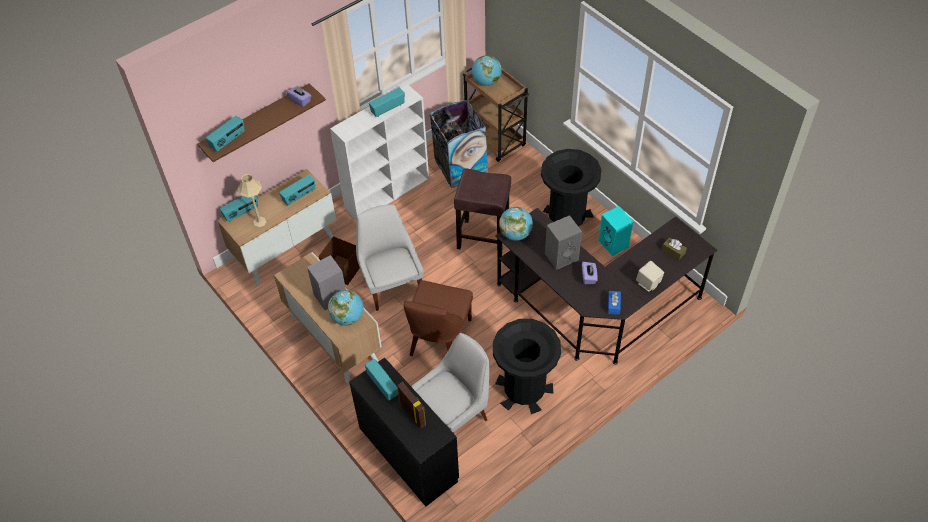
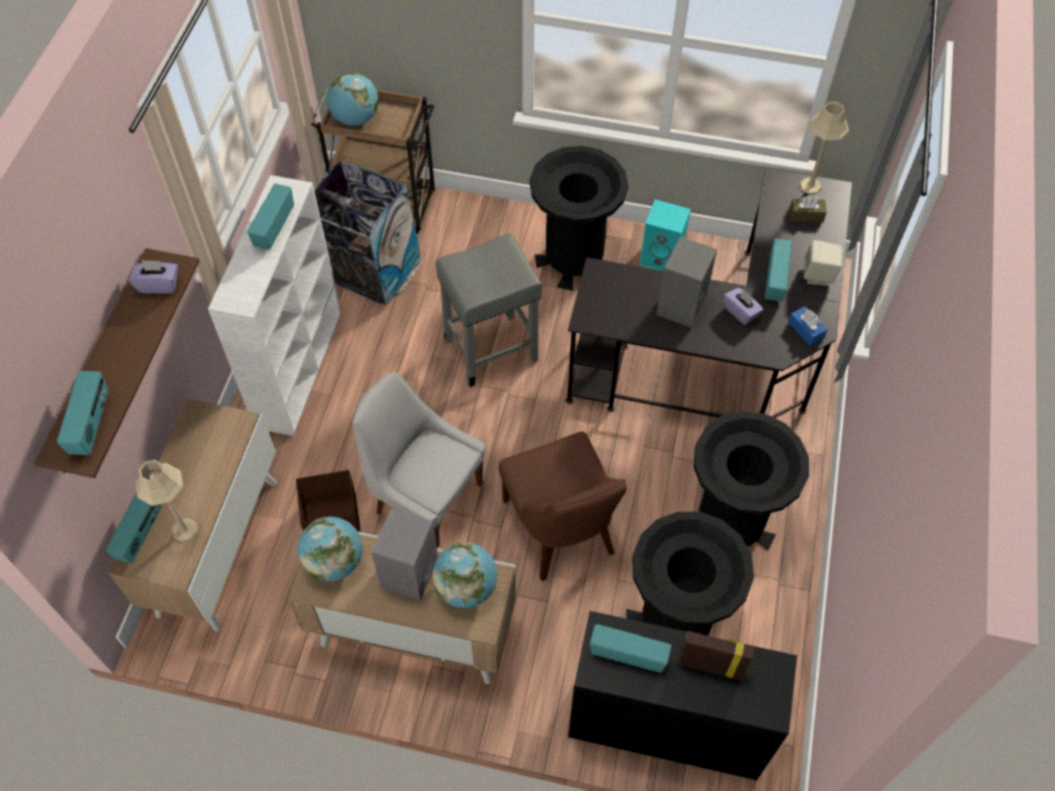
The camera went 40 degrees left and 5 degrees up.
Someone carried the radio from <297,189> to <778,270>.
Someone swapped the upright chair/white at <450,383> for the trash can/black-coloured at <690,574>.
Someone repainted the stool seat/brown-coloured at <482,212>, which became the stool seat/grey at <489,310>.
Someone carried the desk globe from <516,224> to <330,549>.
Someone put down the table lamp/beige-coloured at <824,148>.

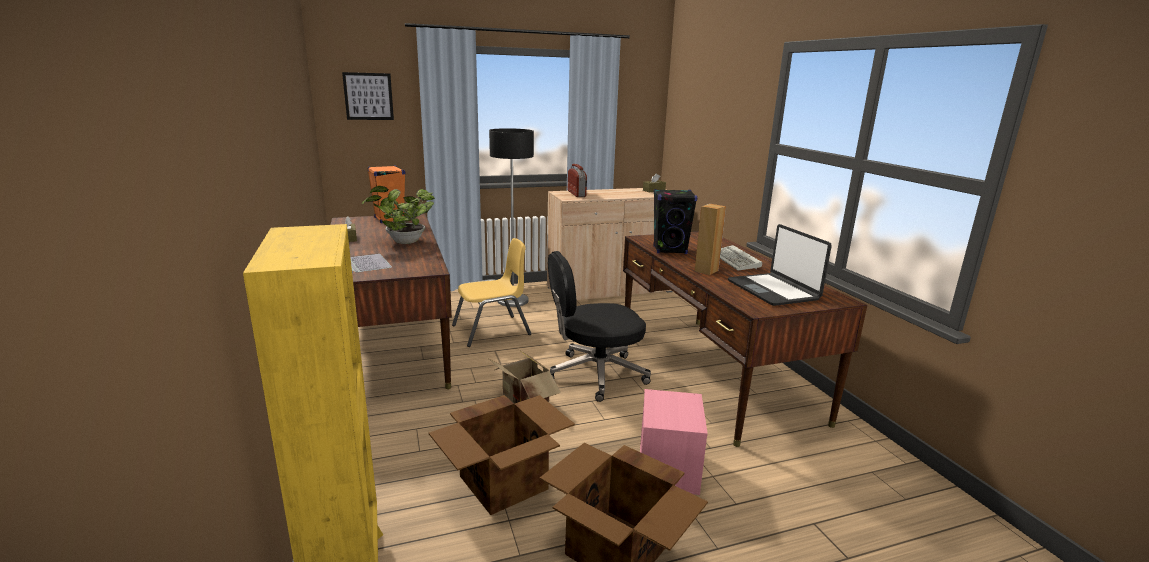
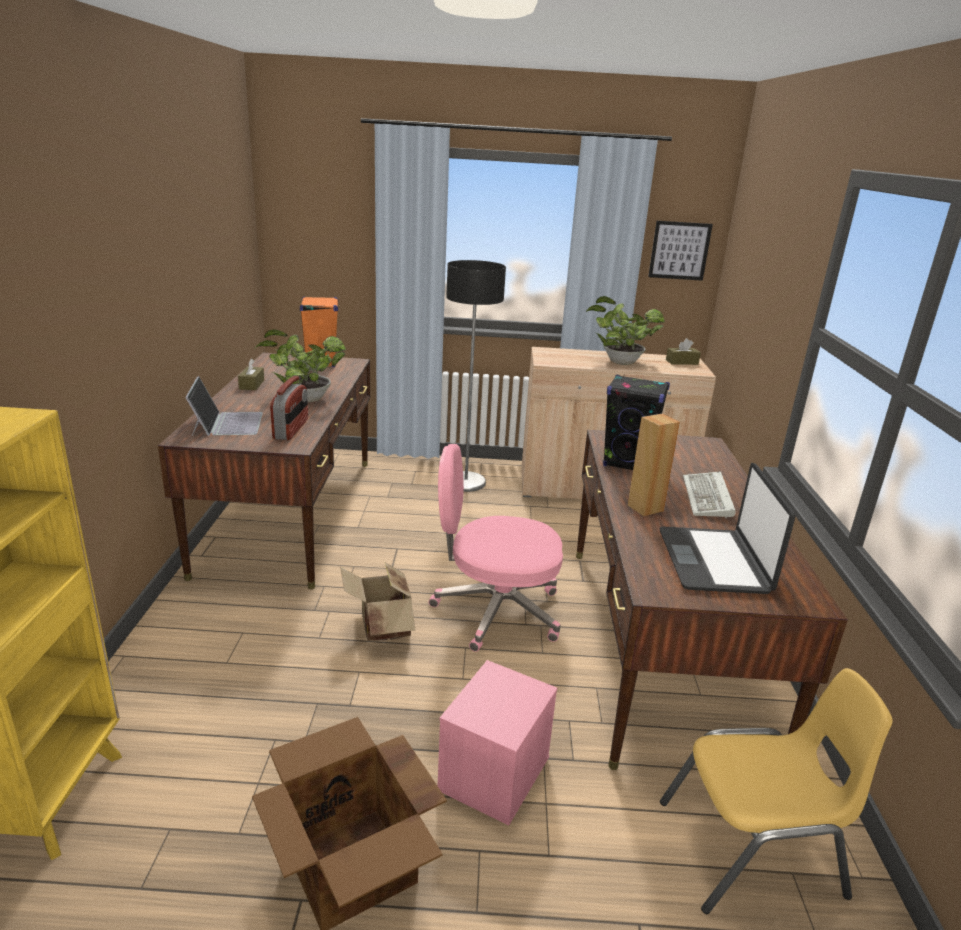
The camera went 20 degrees right and 5 degrees up.
Someone carried the wall art from <368,96> to <680,251>.
Someone took away the carton at <502,455>.
Someone carried the upright chair/yellowish from <491,292> to <776,791>.
Someone repainted the computer chair/black-coloured at <599,326>, which became the computer chair/pinkish at <496,548>.
Someone carried the radio from <577,180> to <289,408>.
Someone put down the potted plant at <625,330>.

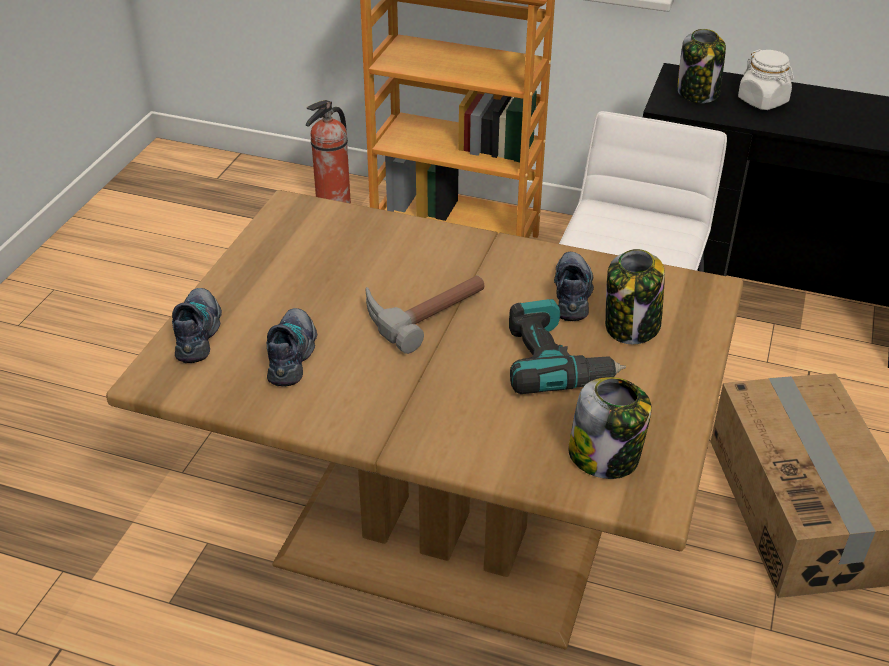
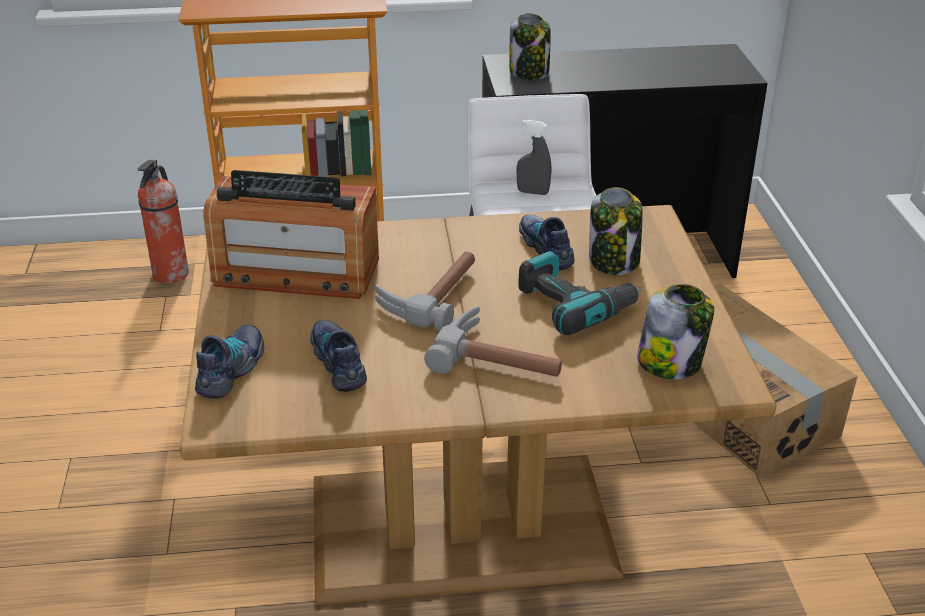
The camera went 25 degrees left and 5 degrees down.
Someone rotated the low shoe at <197,325> by 45 degrees clockwise.
Someone took away the preserve jar/white at <766,79>.
Someone put down the radio at <291,234>.
Someone put down the hand hammer at <493,341>.
Someone put down the spray bottle/grey at <534,157>.

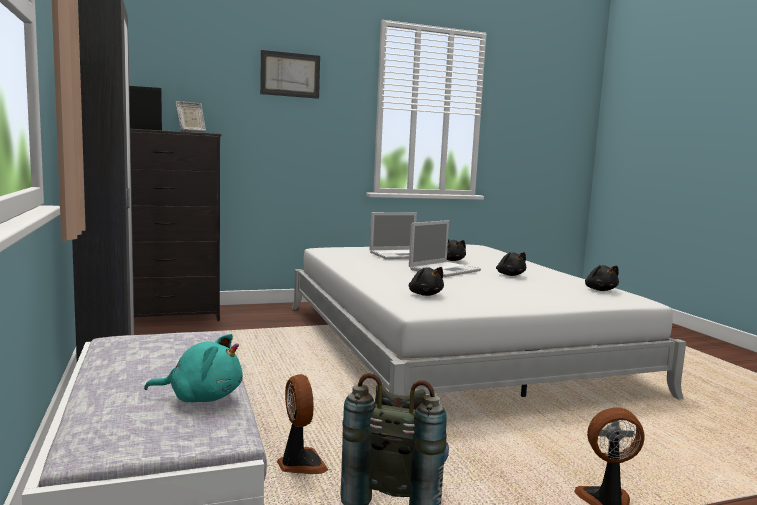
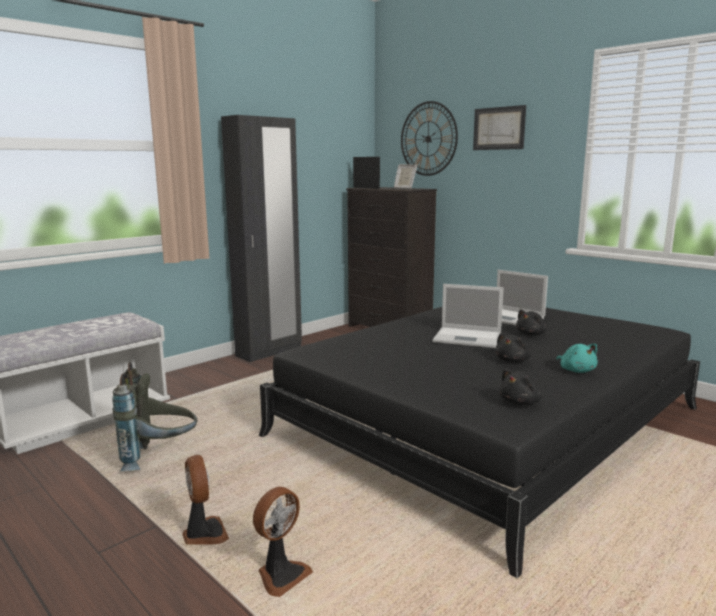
The camera went 65 degrees right and 5 degrees up.
Someone carried the plush toy/blue-green from <193,368> to <577,358>.
Someone carried the electric fan from <302,424> to <283,542>.
Someone repainted the sleeping bed/white at <488,322>, which became the sleeping bed/black-coloured at <479,442>.
Someone took away the plush toy/black-coloured at <426,281>.
Someone put up the clock on the wall at <429,138>.

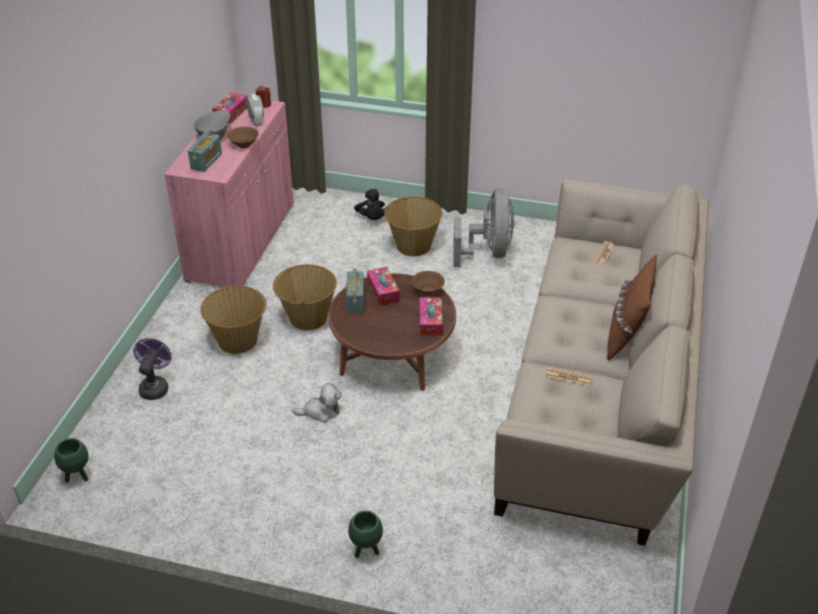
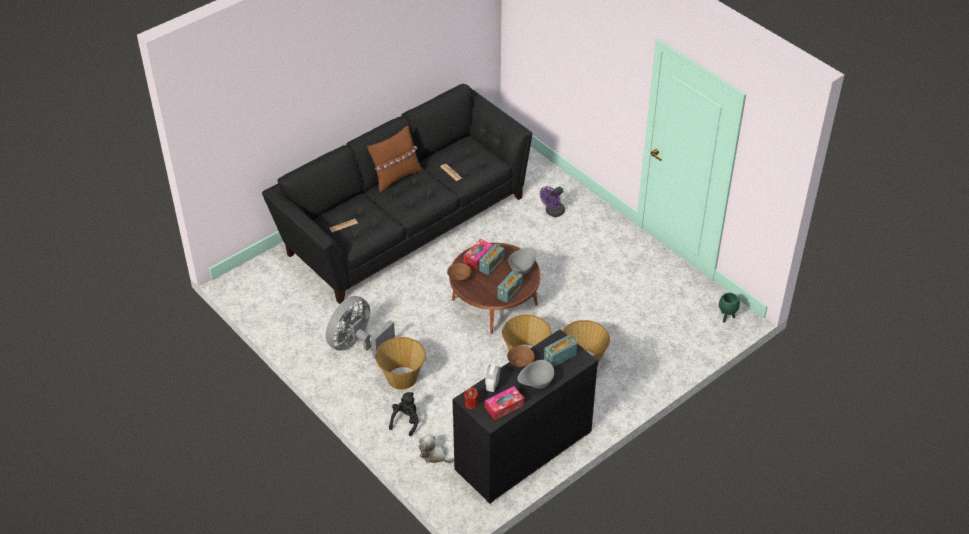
The camera went 145 degrees left and 5 degrees up.
Someone carried the electric fan/purplish from <152,369> to <552,201>.
Someone repainted the cupboard/pinkish at <229,194>, which became the cupboard/black-coloured at <525,416>.
Someone carried the plush toy from <317,403> to <436,448>.
Someone took away the plant pot/greenish at <365,534>.
Someone took away the box of tissues at <383,286>.
Someone repainted the couch/beige-coloured at <601,362>, which became the couch/black-coloured at <397,194>.
Someone put down the radio at <491,259>.
Someone put down the bowl/grey at <522,261>.

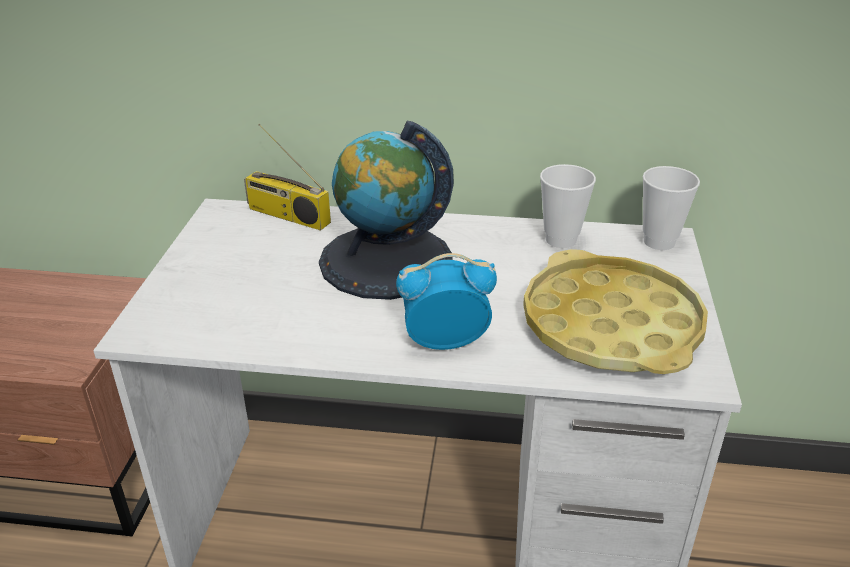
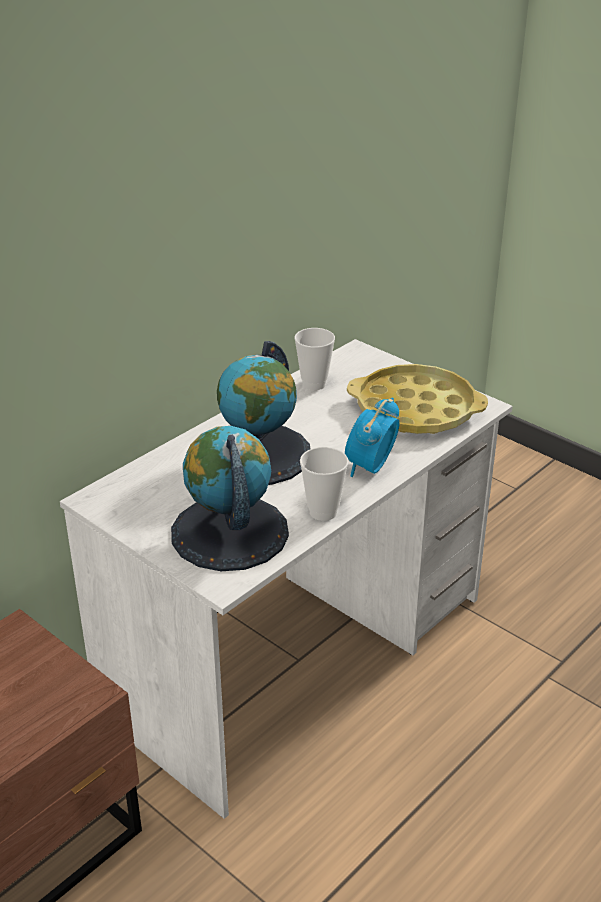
The camera went 55 degrees left and 0 degrees up.
Someone took away the radio at <287,177>.
Someone carried the cup from <671,208> to <324,484>.
Someone put down the desk globe at <230,498>.

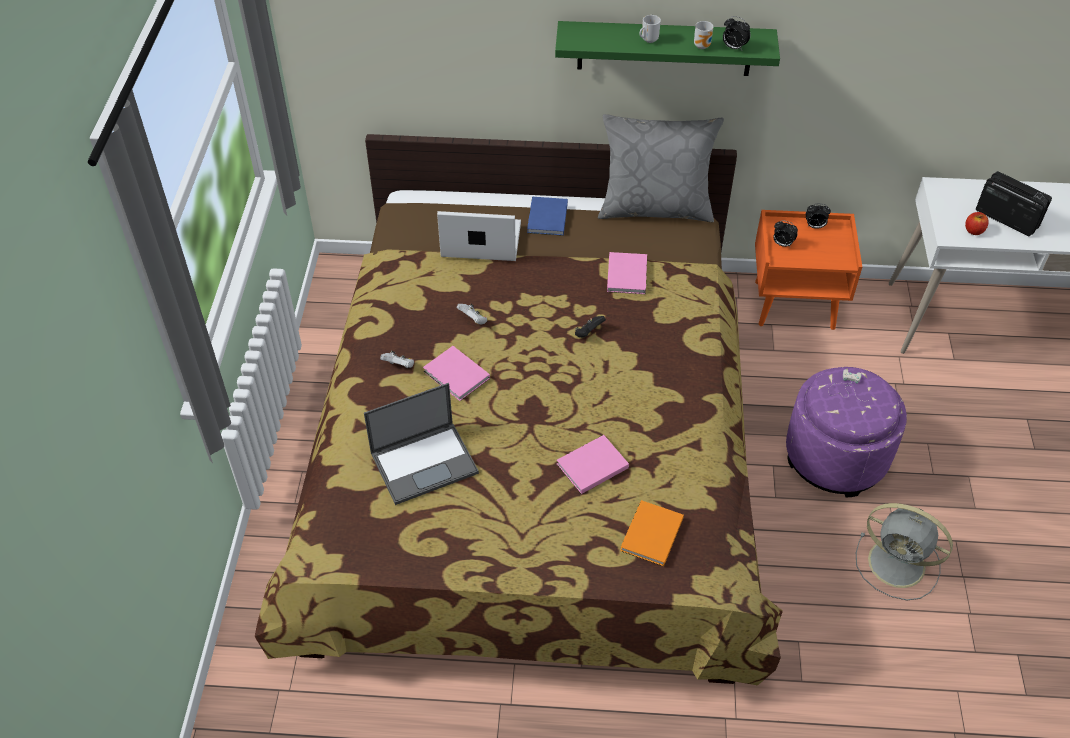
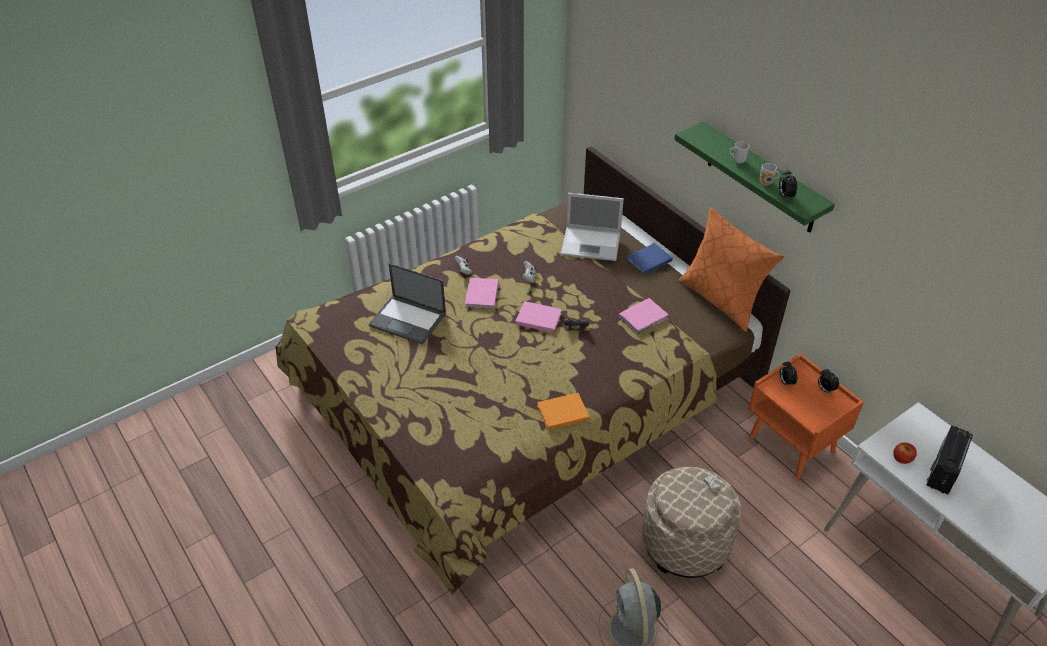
The camera went 50 degrees right and 5 degrees down.
Someone rotated the notebook computer at <479,236> by 135 degrees clockwise.
Someone carried the book/pinkish from <593,464> to <539,317>.
Someone repainted the pillow/grey at <661,168>, which became the pillow/orange-coloured at <731,269>.
Someone carried the book/orange-coloured from <652,533> to <563,411>.
Someone repainted the footrest/purplish at <846,432>, which became the footrest/beige-coloured at <691,522>.
Someone rotated the radio at <1014,203> by 150 degrees counterclockwise.

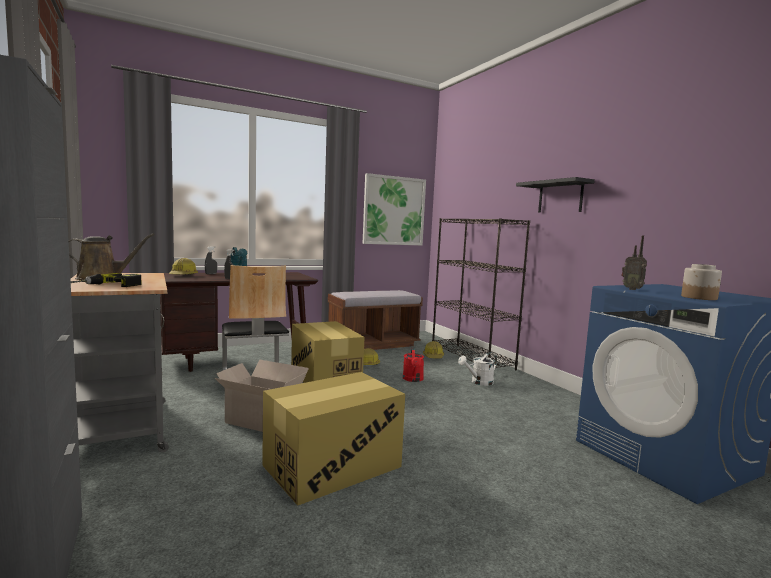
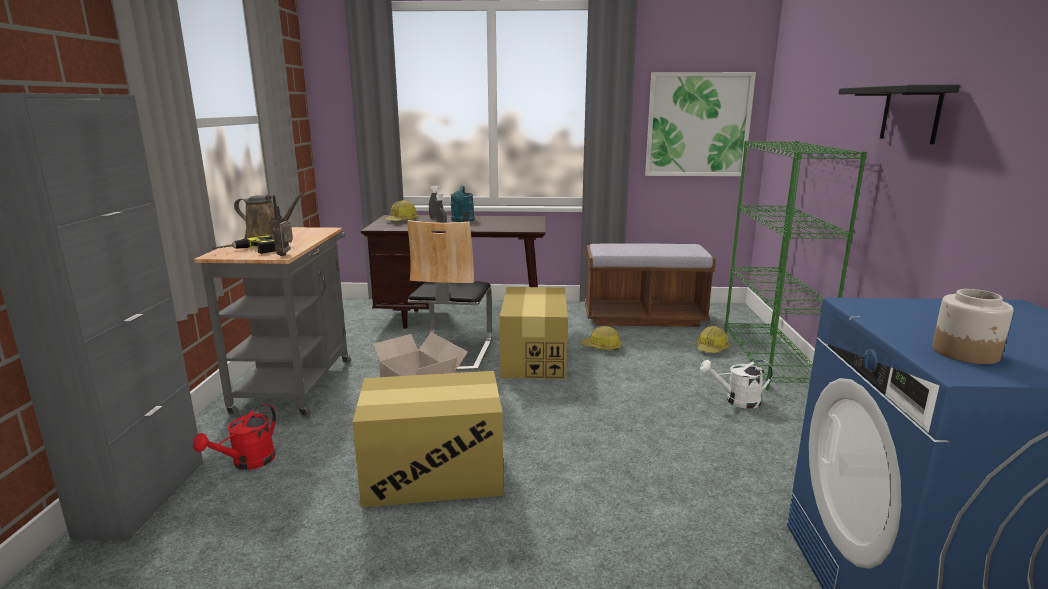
The camera went 30 degrees right and 10 degrees up.
Someone carried the watering pot/red-coloured from <413,364> to <234,436>.
Someone repainted the shelving unit/black-coloured at <481,294>, which became the shelving unit/greenish at <795,265>.
Someone carried the radio from <634,262> to <282,225>.

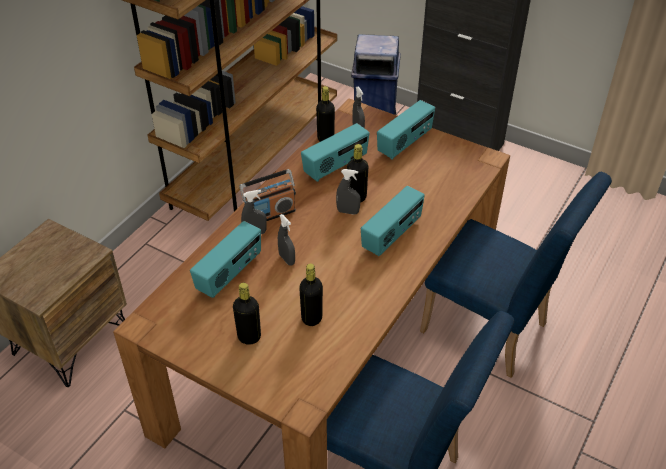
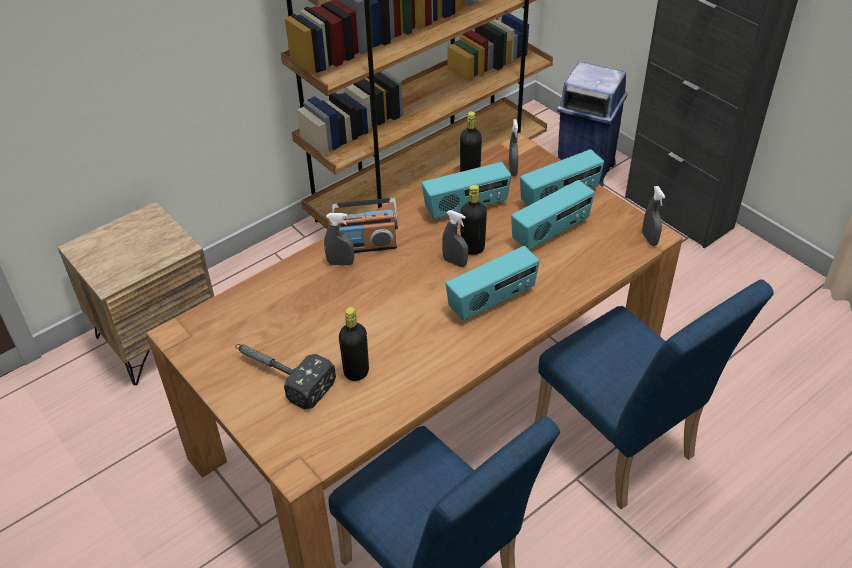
The camera went 20 degrees right and 0 degrees up.
Someone carried the radio from <225,259> to <553,215>.
Someone swapped the bottle/black-coloured at <247,314> for the hand hammer at <285,376>.
Someone carried the spray bottle/grey from <286,240> to <653,216>.

